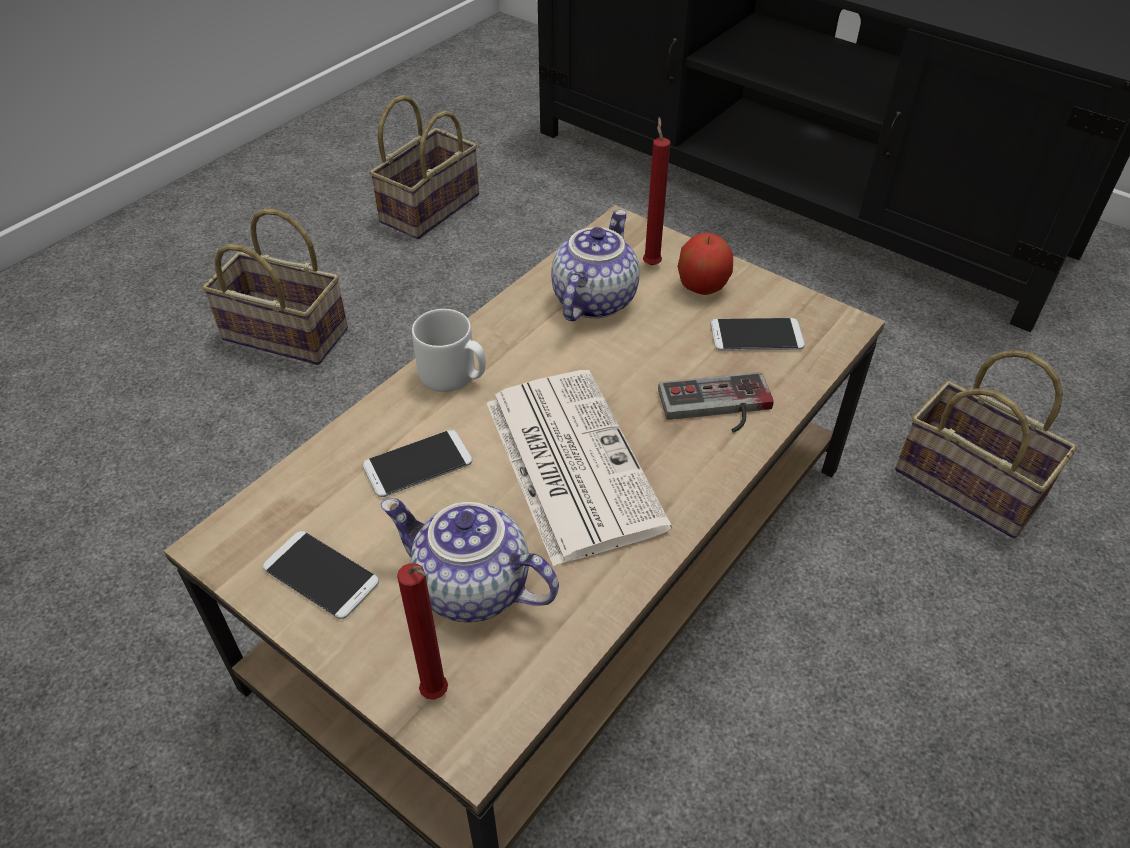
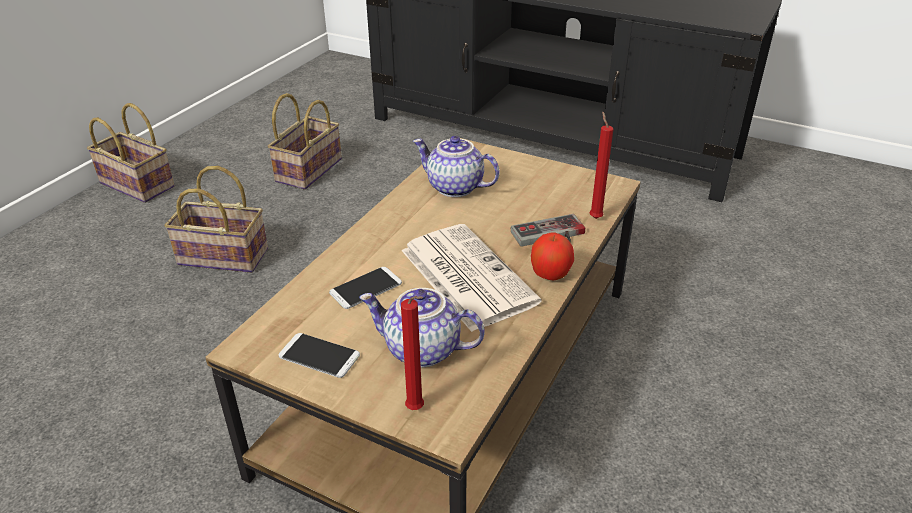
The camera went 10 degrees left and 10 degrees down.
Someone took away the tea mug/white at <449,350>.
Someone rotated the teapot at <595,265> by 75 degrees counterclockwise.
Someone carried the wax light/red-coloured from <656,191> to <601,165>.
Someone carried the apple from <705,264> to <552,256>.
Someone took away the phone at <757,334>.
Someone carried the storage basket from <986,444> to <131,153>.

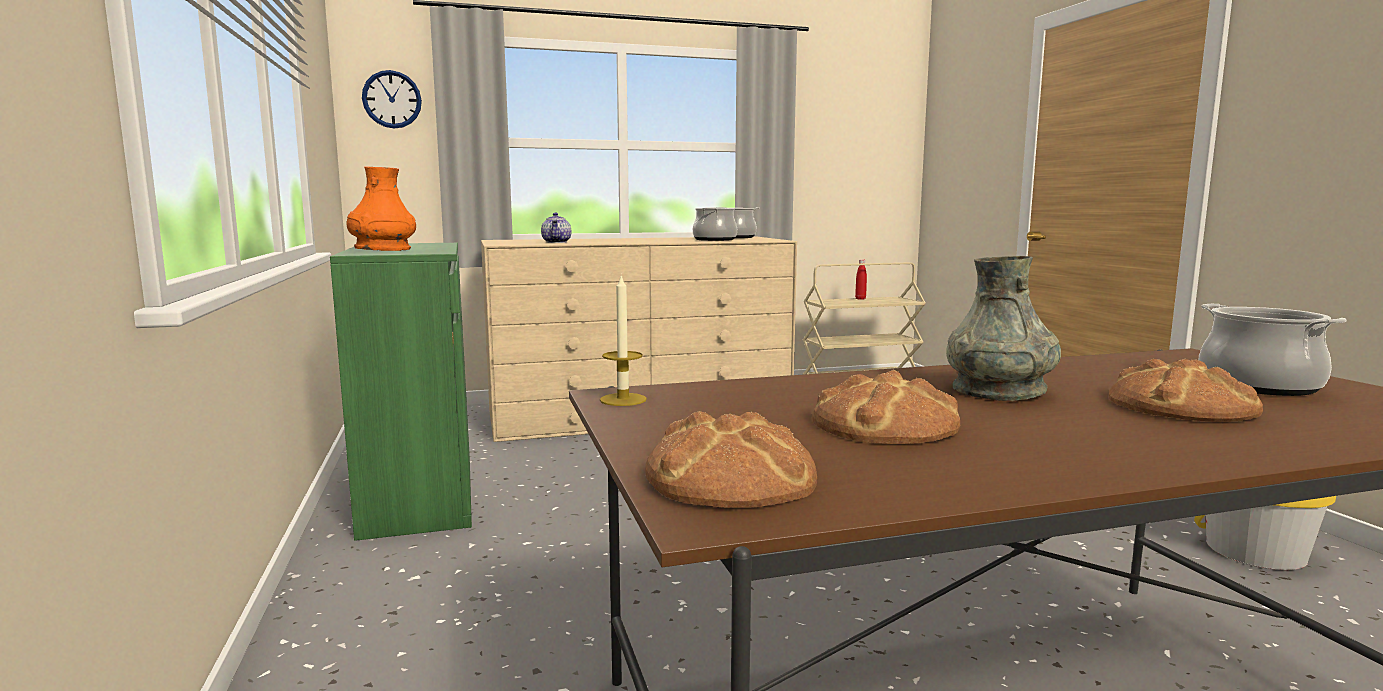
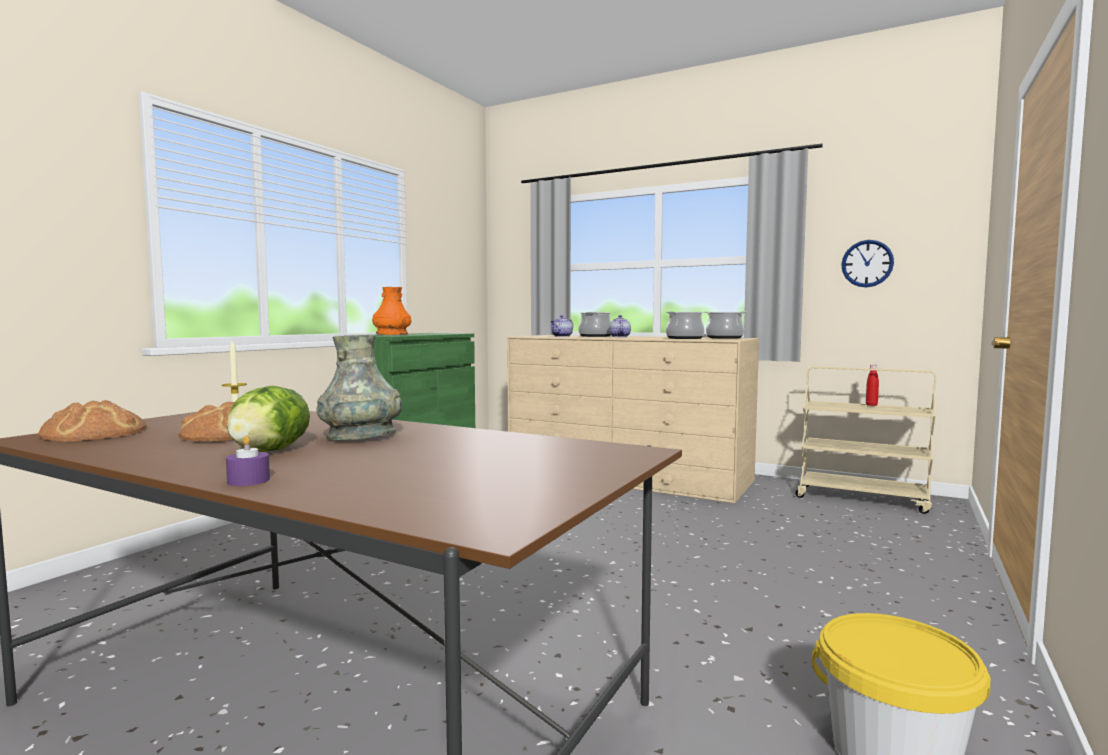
The camera went 45 degrees right and 5 degrees down.
Someone carried the clock on the wall from <392,99> to <867,263>.
Someone took away the bread at <1186,390>.
Someone carried the saucepot from <1272,350> to <595,324>.
Someone put down the wax light/purplish at <248,460>.
Someone put down the lettuce at <268,419>.
Someone put down the teapot at <620,326>.

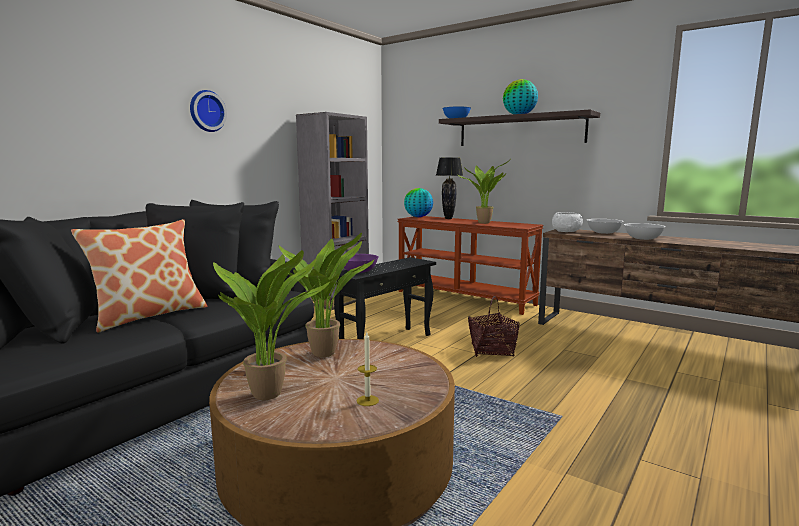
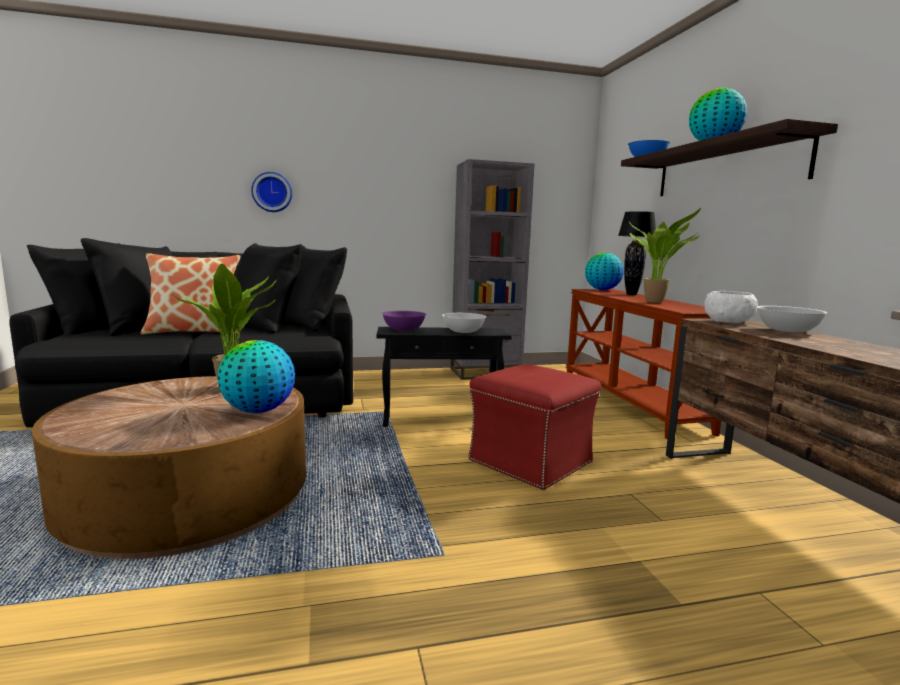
The camera went 40 degrees right and 0 degrees up.
Someone carried the clock on the wall from <208,111> to <271,192>.
Someone took away the potted plant at <271,325>.
Someone took away the wax light at <368,369>.
Someone swapped the storage basket at <494,326> for the footrest/red-coloured at <534,427>.
Someone carried the bowl/white from <645,231> to <464,323>.
Someone put down the desk globe at <256,376>.

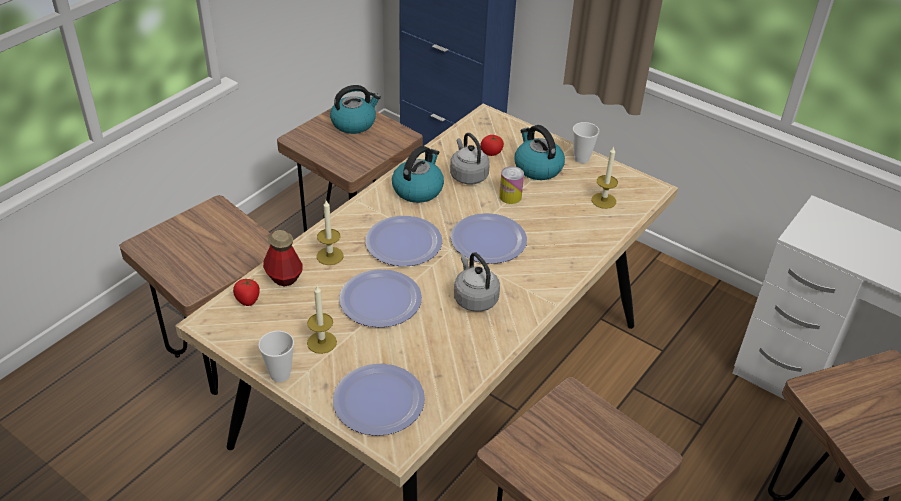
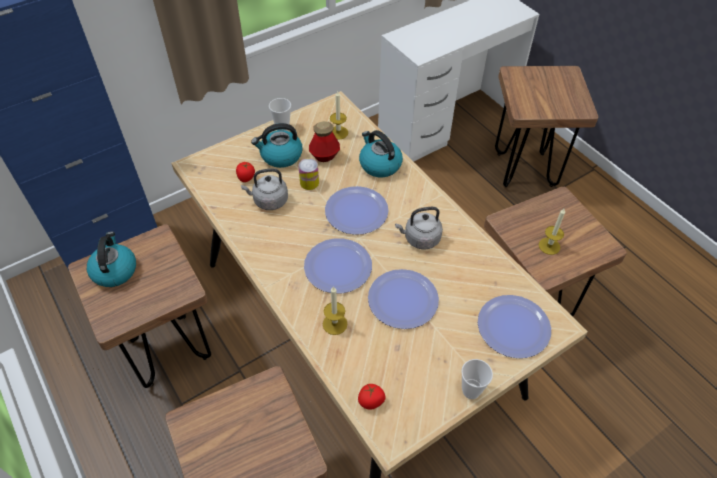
The camera went 70 degrees left and 10 degrees up.
Someone carried the bottle from <283,258> to <324,141>.
Someone carried the wax light from <322,320> to <552,232>.
Someone carried the tea kettle from <418,174> to <381,153>.

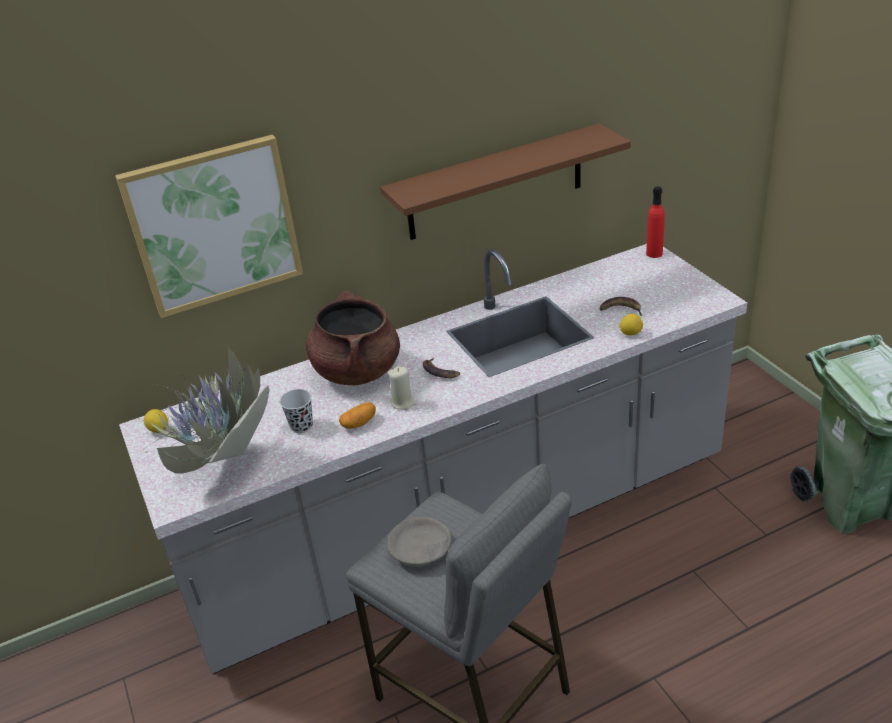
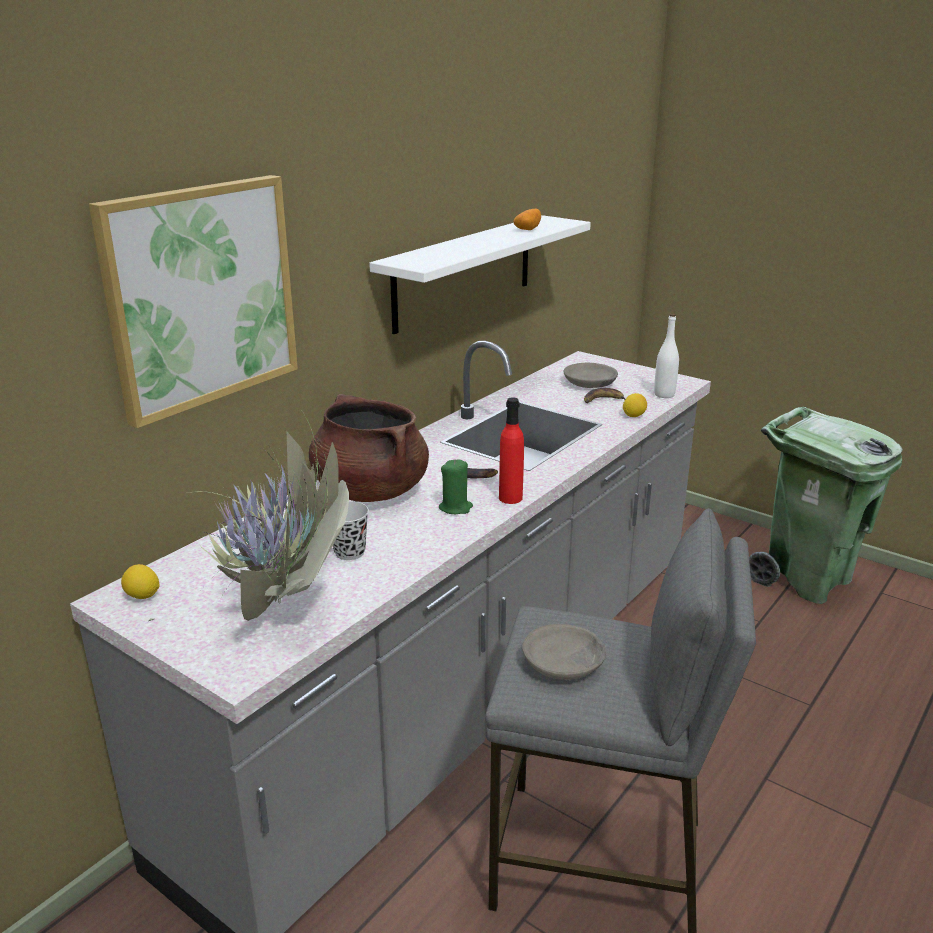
The camera went 30 degrees left and 10 degrees down.
Someone carried the potato from <357,415> to <527,219>.
Someone repainted the bracket shelf/brown-coloured at <505,182>, which became the bracket shelf/white at <480,274>.
Someone repainted the wax light/beige-coloured at <402,388>, which became the wax light/greenish at <456,486>.
Someone carried the bottle/red-coloured from <655,222> to <511,451>.
Someone put down the bowl/grey at <591,375>.
Someone put down the bottle/white at <666,356>.

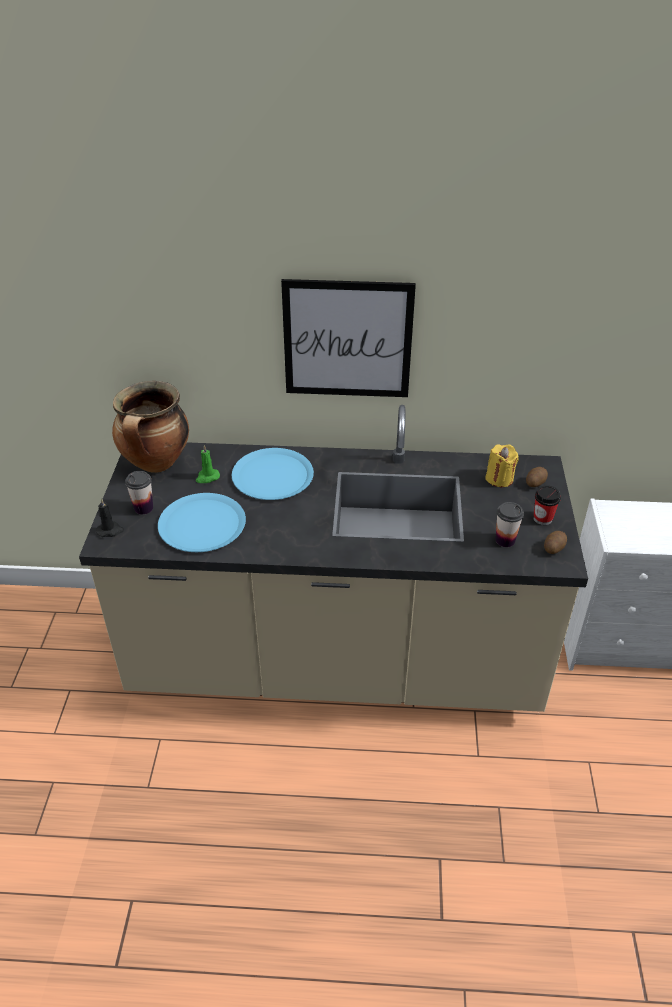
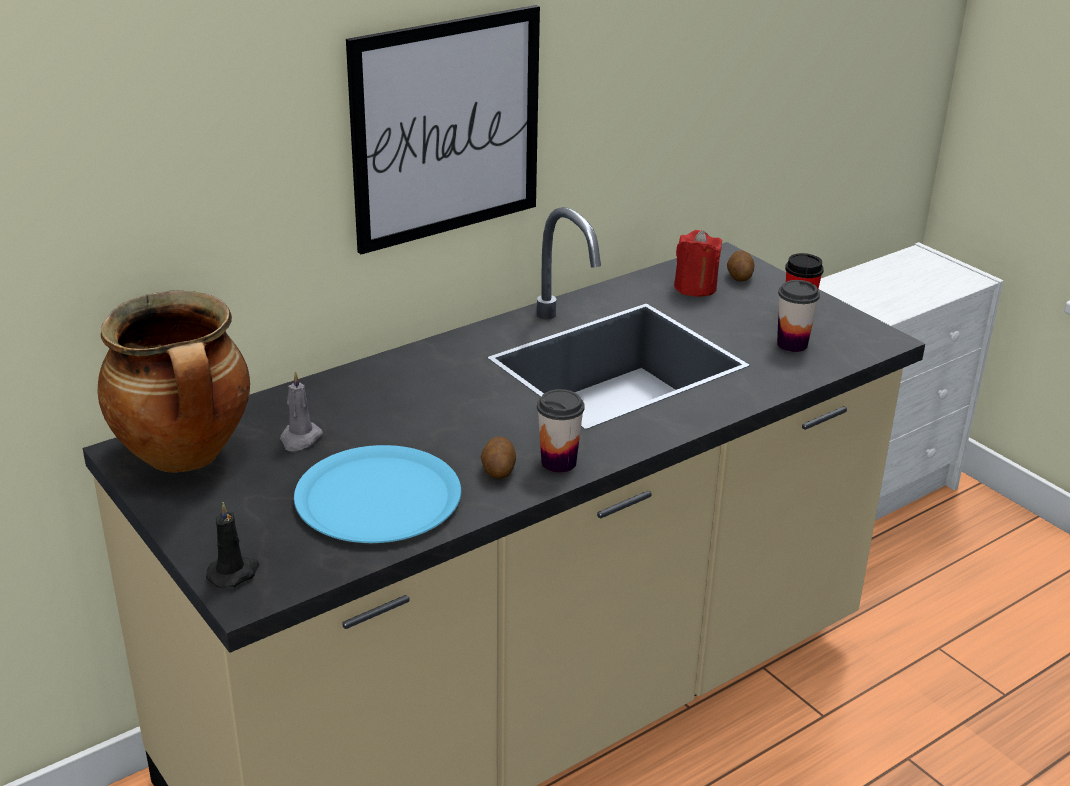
The camera went 40 degrees left and 10 degrees down.
Someone carried the cup from <139,493> to <561,431>.
Someone repainted the wax light/greenish at <208,464>, which became the wax light/grey at <301,412>.
Someone took away the dinner plate/bluish at <273,474>.
Someone repainted the wax light/yellowish at <502,465>, which became the wax light/red-coloured at <698,263>.
Someone carried the potato from <555,542> to <498,457>.

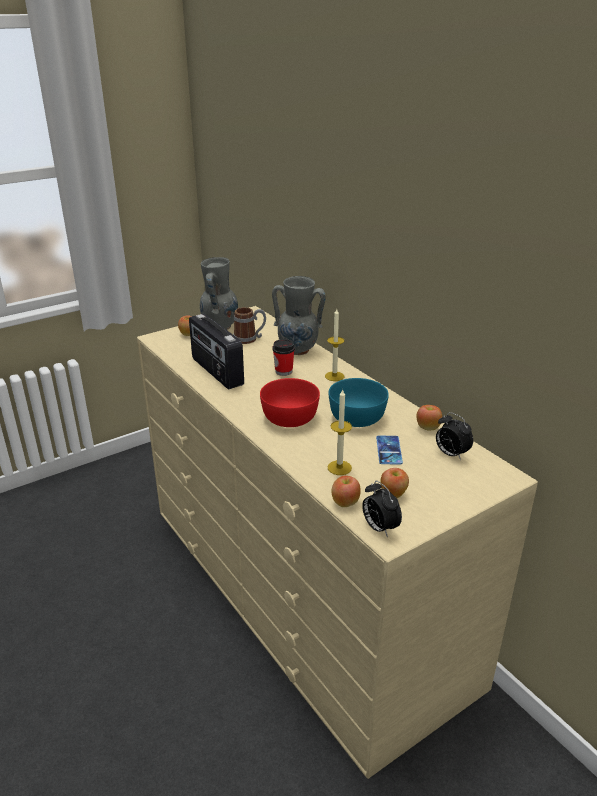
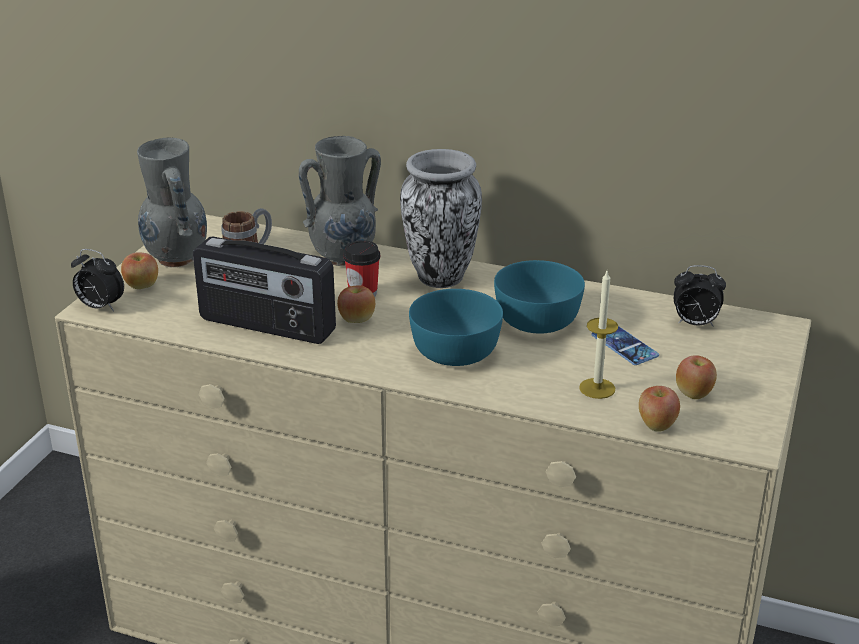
The camera went 35 degrees left and 0 degrees up.
Someone repainted the bowl/red-coloured at <290,402>, which became the bowl/blue-green at <456,327>.
Someone swapped the wax light at <334,345> for the decorative vase at <441,218>.
Someone carried the table clock from <382,509> to <97,280>.
Someone carried the apple from <429,417> to <356,304>.

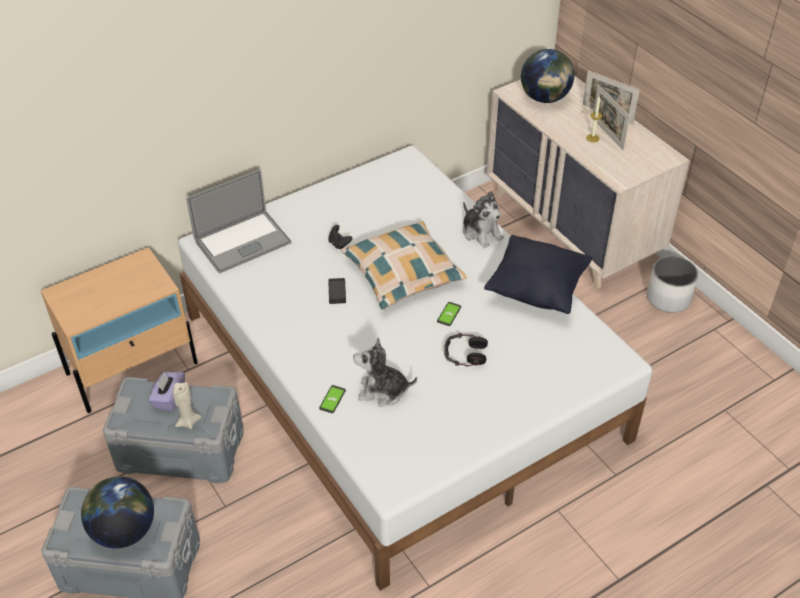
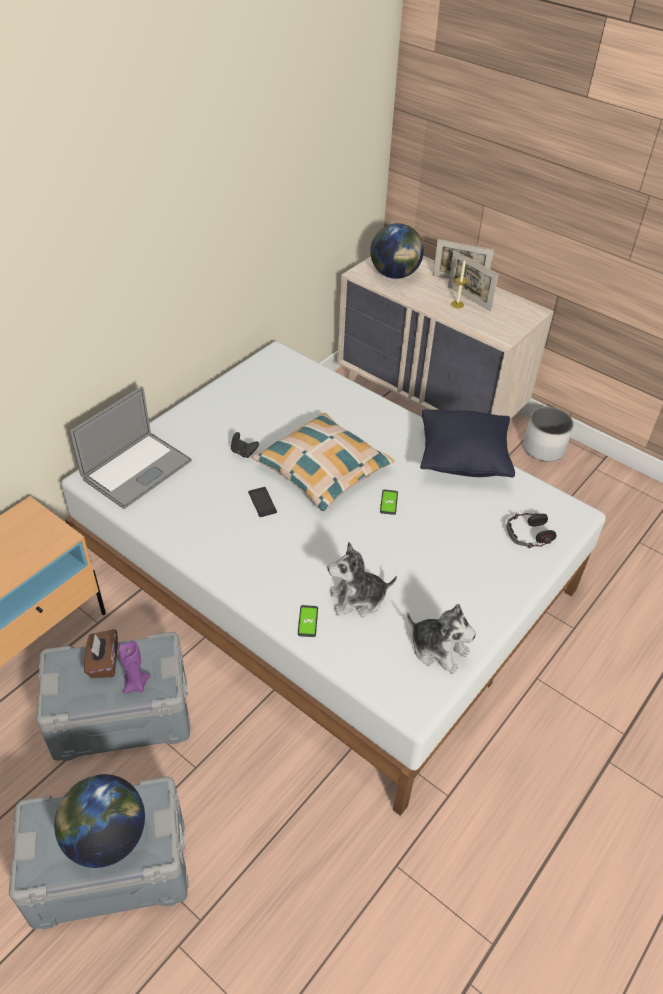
The camera went 20 degrees left and 0 degrees up.
Someone repainted the box of tissues/purplish at <167,391>, which became the box of tissues/brown-coloured at <101,653>.
Someone repainted the wax light/beige-coloured at <187,405>, which became the wax light/purplish at <135,667>.
Someone carried the pair of headphones from <466,350> to <532,530>.
Someone carried the plush toy from <483,219> to <441,639>.

